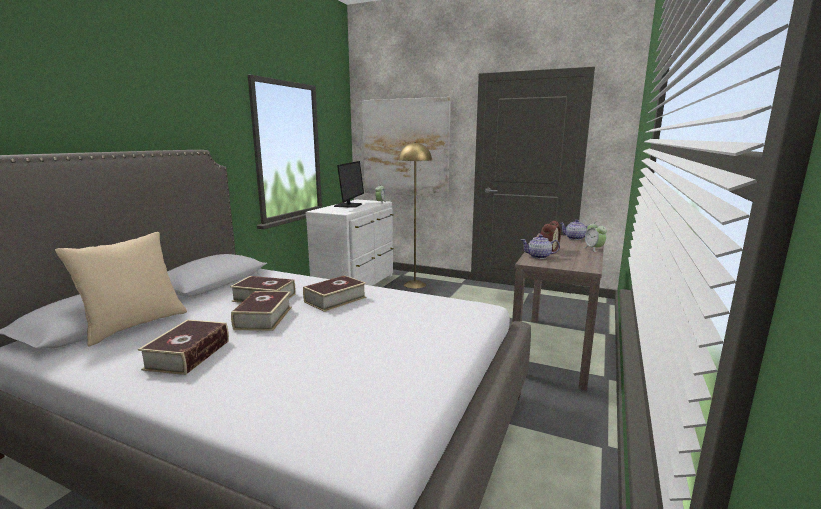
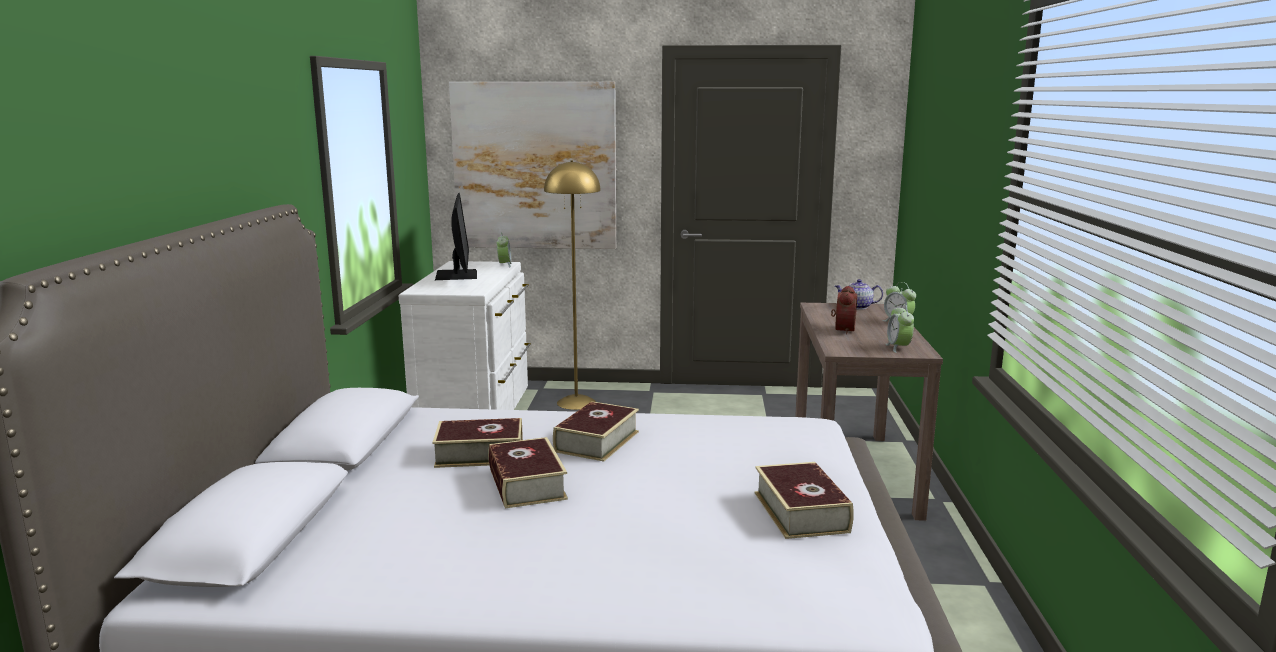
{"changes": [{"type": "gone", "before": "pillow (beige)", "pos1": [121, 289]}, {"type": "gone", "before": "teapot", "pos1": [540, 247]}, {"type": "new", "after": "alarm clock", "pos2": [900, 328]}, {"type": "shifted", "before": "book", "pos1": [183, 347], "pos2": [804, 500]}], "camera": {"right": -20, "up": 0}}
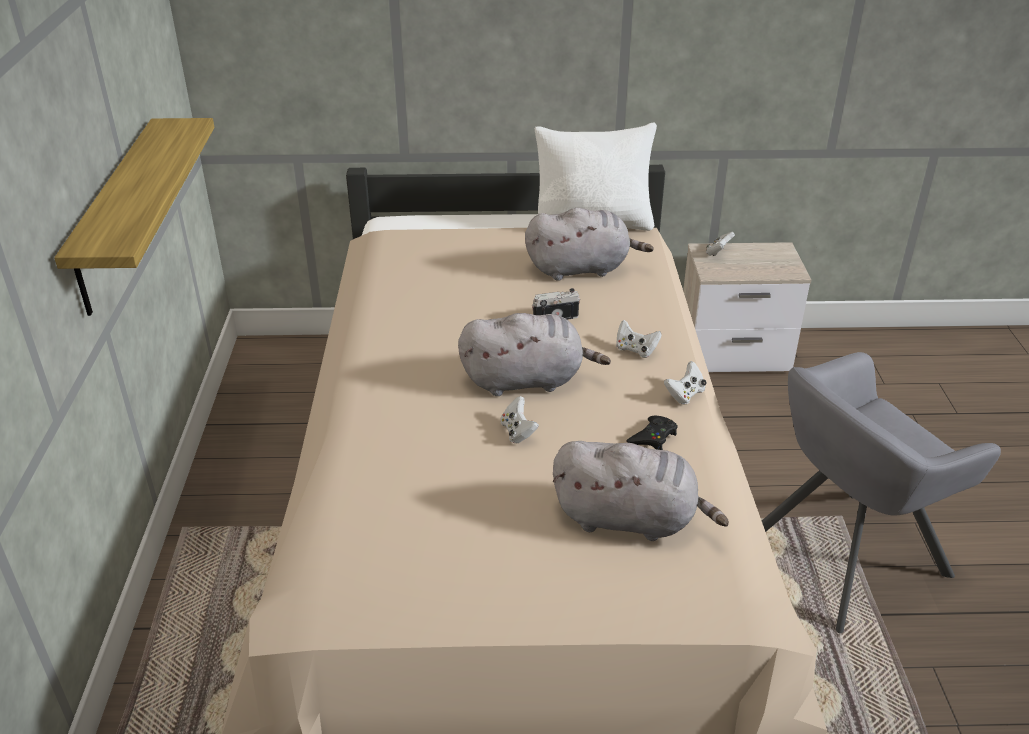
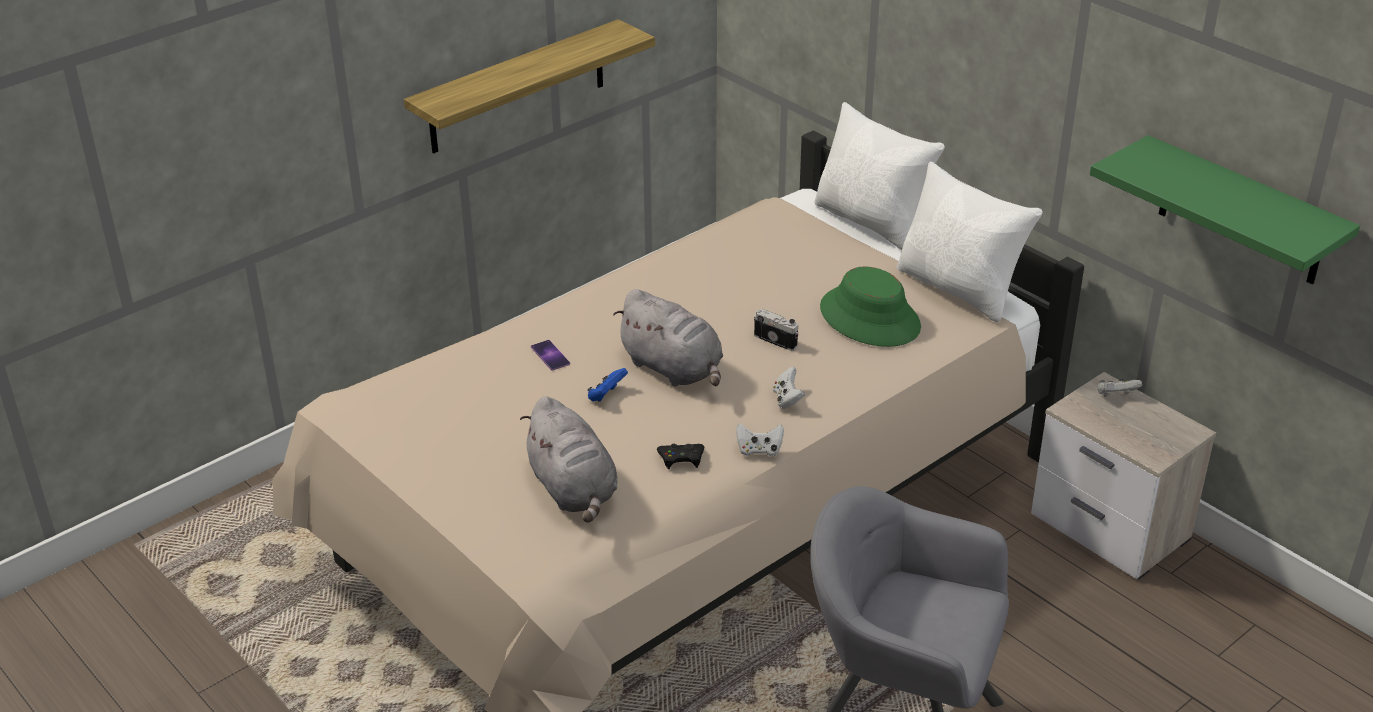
{"changes": [{"type": "new", "after": "phone", "pos2": [550, 355]}, {"type": "new", "after": "pillow (white)", "pos2": [879, 176]}, {"type": "new", "after": "shelf (green)", "pos2": [1225, 209]}, {"type": "swapped", "before": "plush toy (grey)", "after": "hat (green)", "pos1": [589, 244], "pos2": [870, 306]}, {"type": "repainted", "before": "game controller (white)", "after": "game controller (blue)", "pos1": [519, 419], "pos2": [607, 385]}], "camera": {"right": 50, "up": 0}}
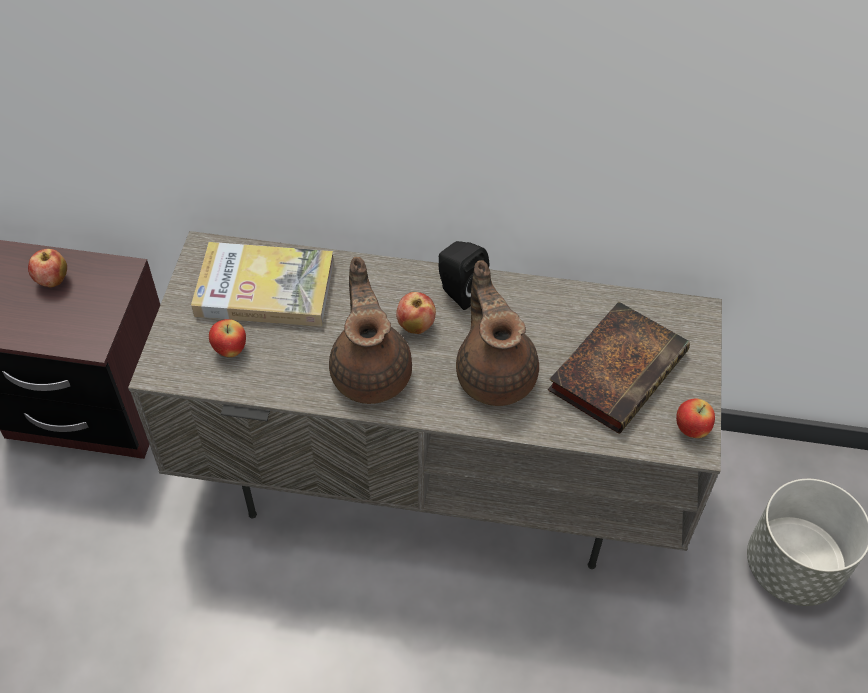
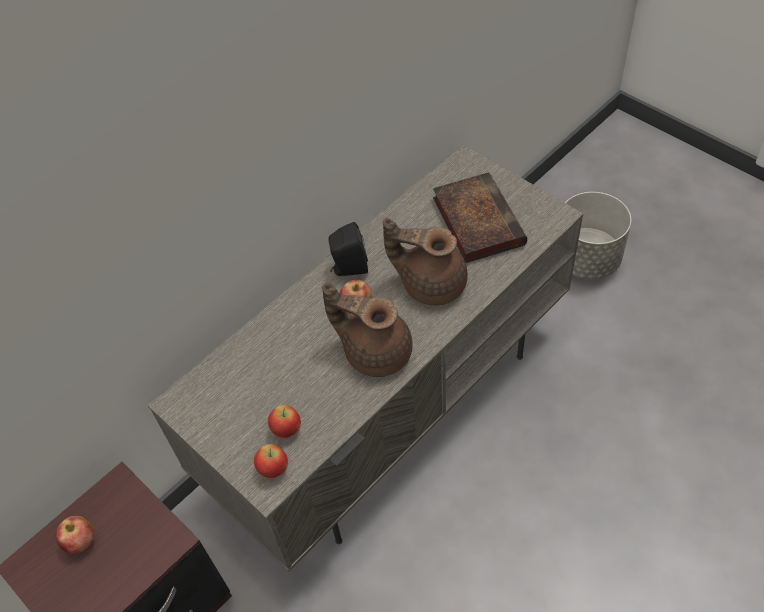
{"changes": [{"type": "gone", "before": "book", "pos1": [262, 284]}, {"type": "shifted", "before": "apple", "pos1": [695, 418], "pos2": [271, 461]}], "camera": {"right": -50, "up": 0}}
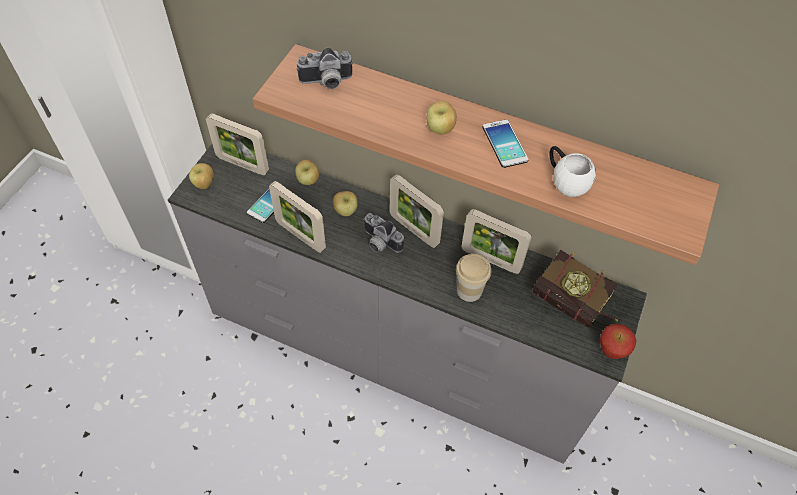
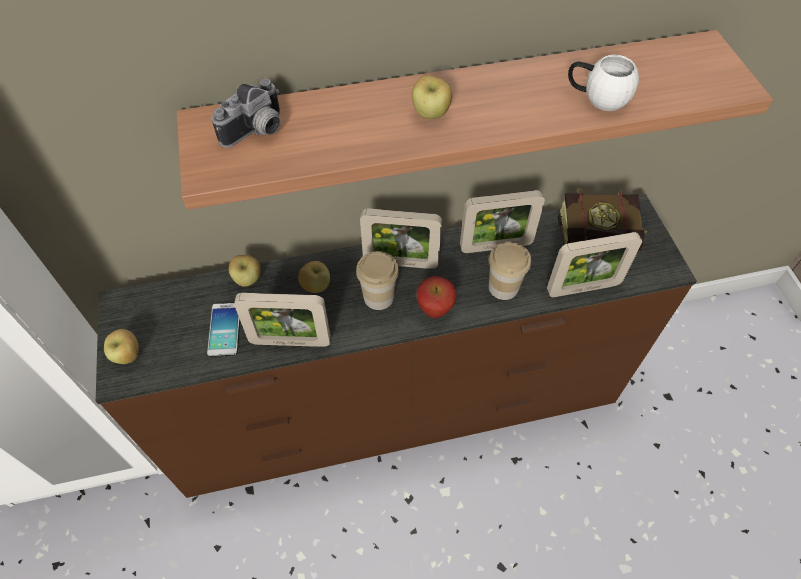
{"changes": [{"type": "gone", "before": "phone", "pos1": [505, 144]}, {"type": "shifted", "before": "picture frame", "pos1": [237, 144], "pos2": [594, 264]}, {"type": "shifted", "before": "apple", "pos1": [618, 341], "pos2": [436, 297]}, {"type": "swapped", "before": "photo camera", "after": "cup", "pos1": [383, 233], "pos2": [377, 280]}, {"type": "repainted", "before": "dresser (grey)", "after": "dresser (brown)", "pos1": [408, 304], "pos2": [396, 345]}], "camera": {"right": -35, "up": 0}}
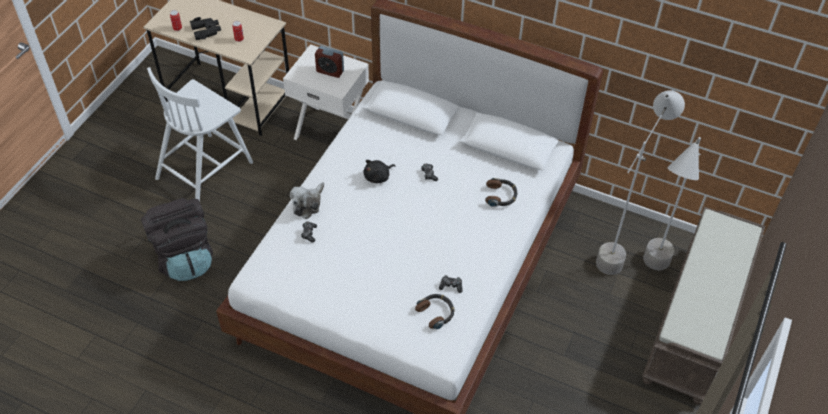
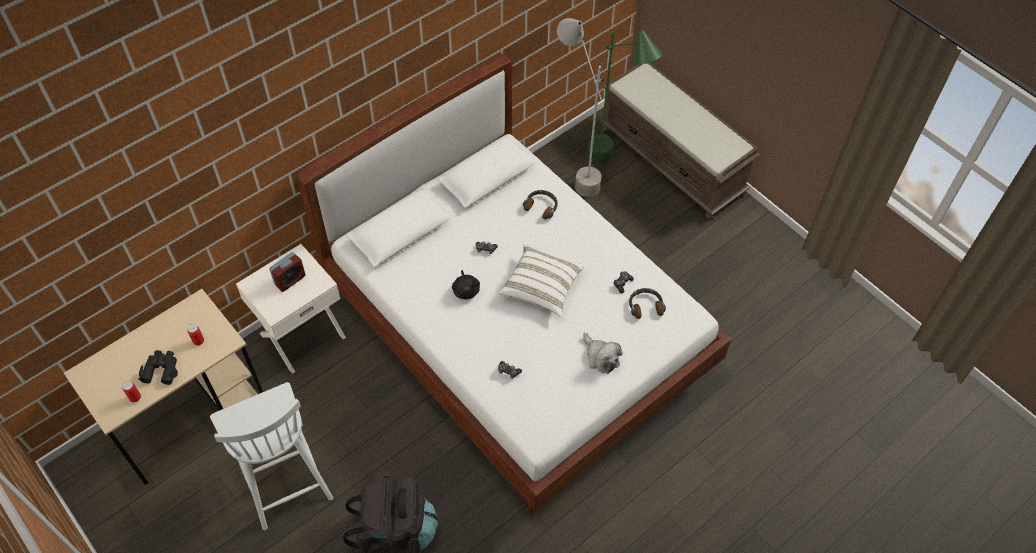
{"changes": [{"type": "new", "after": "pillow (white)", "pos2": [542, 280]}, {"type": "shifted", "before": "plush toy", "pos1": [307, 200], "pos2": [603, 353]}, {"type": "repainted", "before": "floor lamp (grey)", "after": "floor lamp (green)", "pos1": [672, 203], "pos2": [624, 95]}], "camera": {"right": -65, "up": 5}}
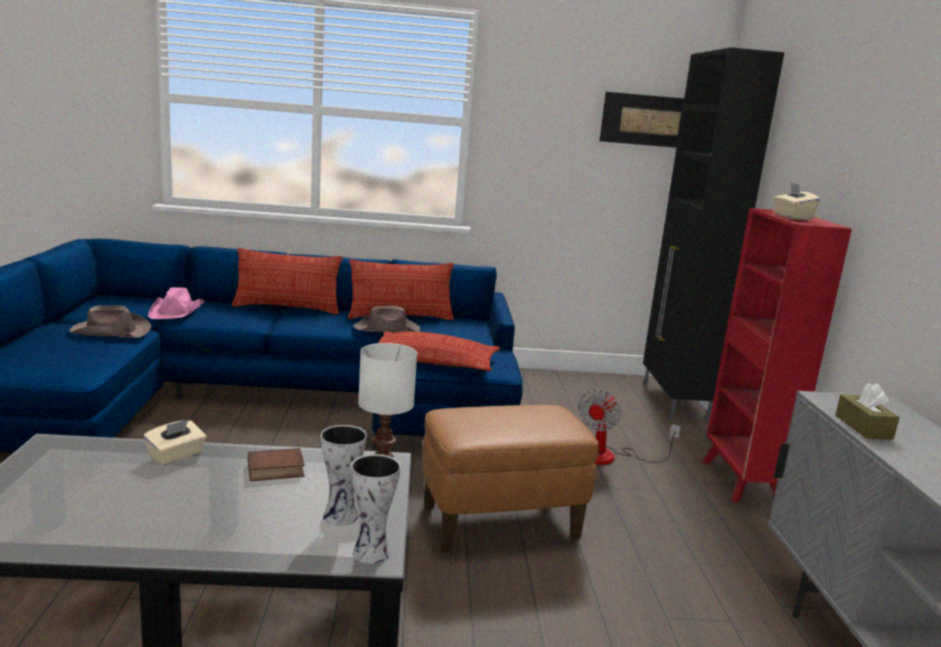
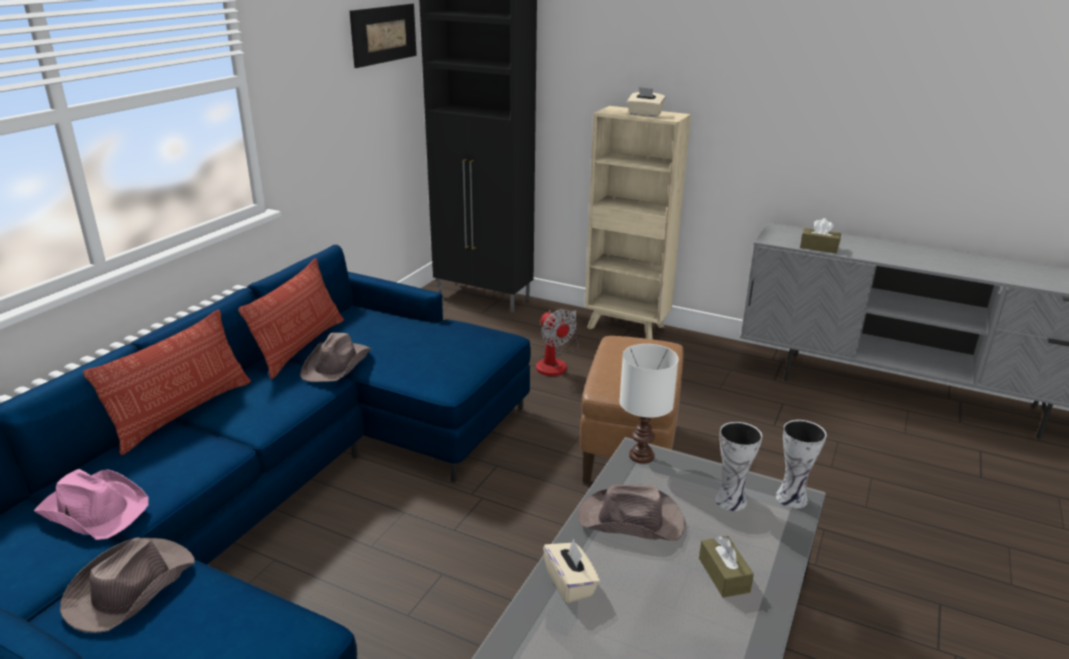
{"changes": [{"type": "gone", "before": "pillow", "pos1": [439, 351]}, {"type": "new", "after": "tissue box (brown)", "pos2": [726, 567]}, {"type": "swapped", "before": "book", "after": "hat (brown)", "pos1": [276, 464], "pos2": [631, 513]}, {"type": "repainted", "before": "bookcase (red)", "after": "bookcase (beige)", "pos1": [777, 355], "pos2": [638, 222]}], "camera": {"right": -60, "up": 10}}
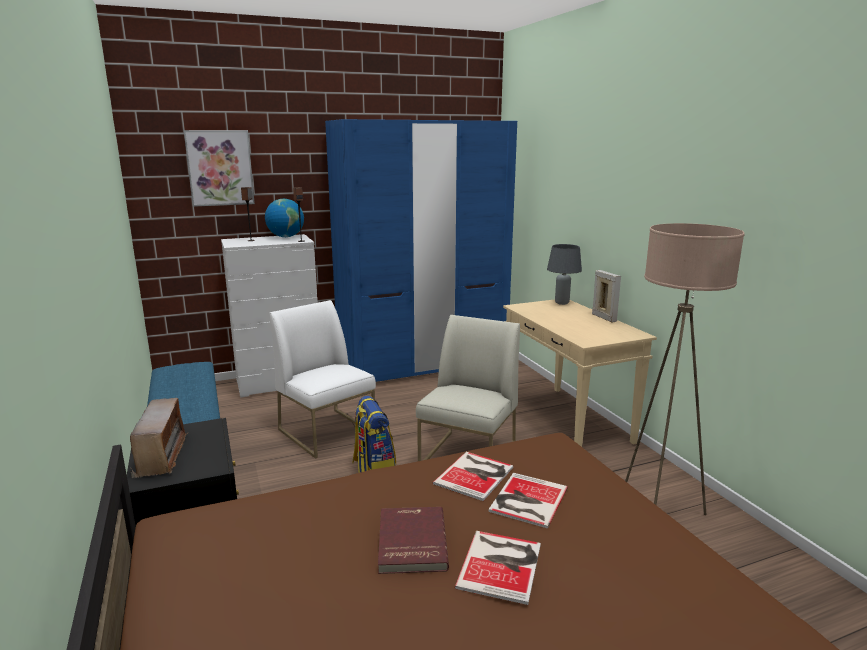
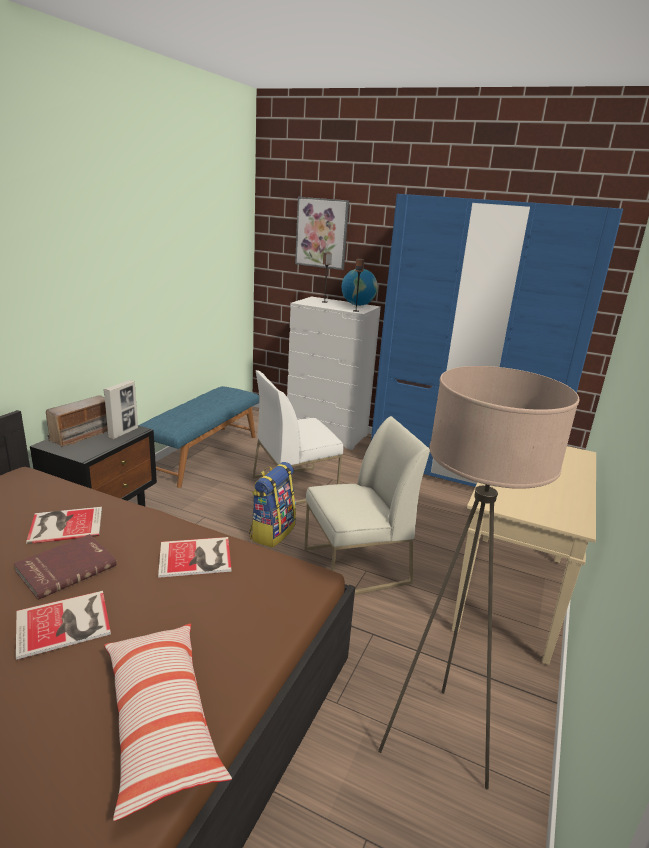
{"changes": [{"type": "gone", "before": "table lamp (grey)", "pos1": [564, 274]}, {"type": "new", "after": "pillow", "pos2": [168, 722]}, {"type": "shifted", "before": "book", "pos1": [528, 500], "pos2": [64, 525]}, {"type": "shifted", "before": "picture frame", "pos1": [606, 296], "pos2": [121, 409]}, {"type": "rotated", "before": "chair (white)", "pos1": [323, 379], "pos2": [297, 437], "turn": -120}], "camera": {"right": 45, "up": 5}}
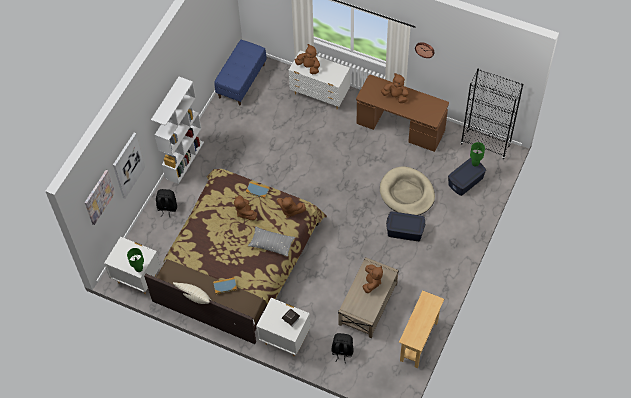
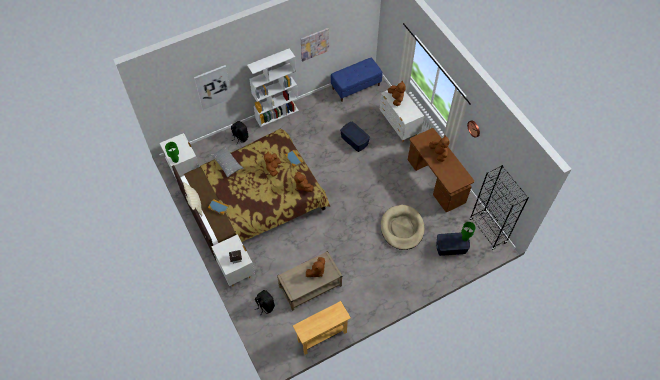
{"changes": [{"type": "shifted", "before": "picture", "pos1": [100, 197], "pos2": [315, 45]}, {"type": "shifted", "before": "pillow (grey)", "pos1": [271, 242], "pos2": [226, 161]}, {"type": "shifted", "before": "storage box (blue)", "pos1": [405, 226], "pos2": [355, 137]}], "camera": {"right": 35, "up": 0}}
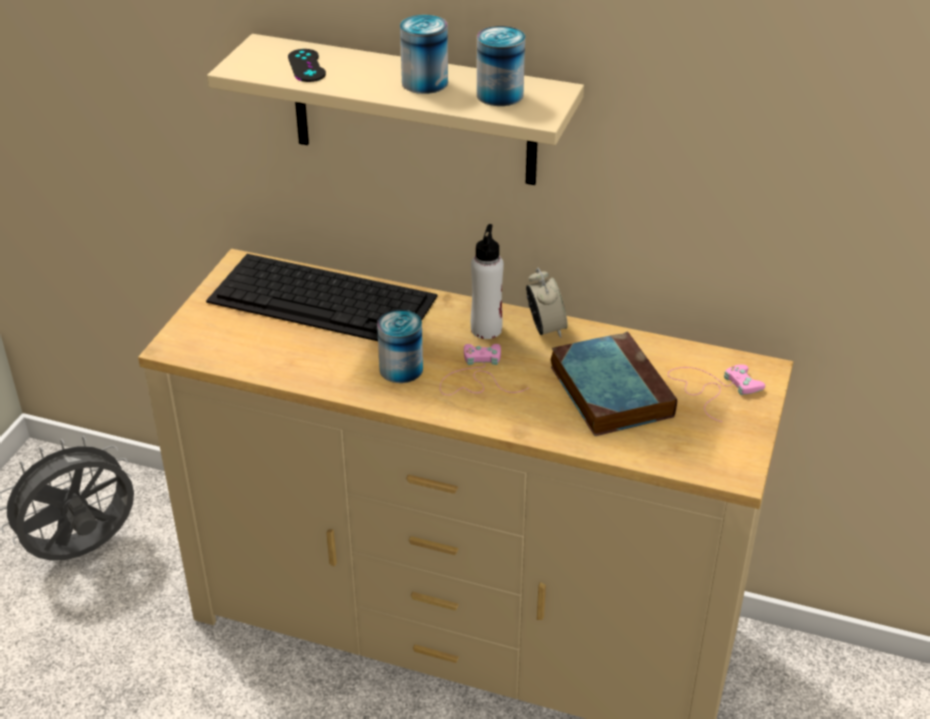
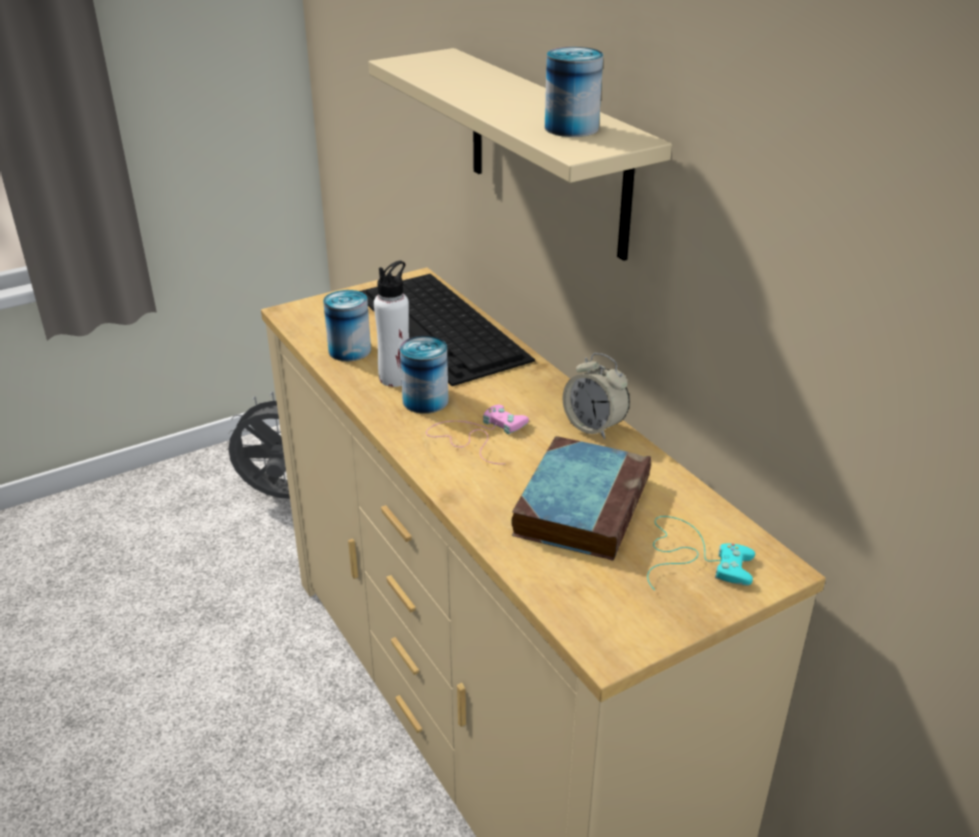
{"changes": [{"type": "gone", "before": "game controller (black)", "pos1": [307, 65]}, {"type": "shifted", "before": "can", "pos1": [424, 54], "pos2": [347, 325]}, {"type": "shifted", "before": "bottle (white)", "pos1": [487, 281], "pos2": [391, 324]}, {"type": "repainted", "before": "game controller (pink)", "after": "game controller (turquoise)", "pos1": [716, 393], "pos2": [701, 553]}, {"type": "rotated", "before": "alarm clock", "pos1": [547, 303], "pos2": [596, 396], "turn": 105}], "camera": {"right": 40, "up": -5}}
